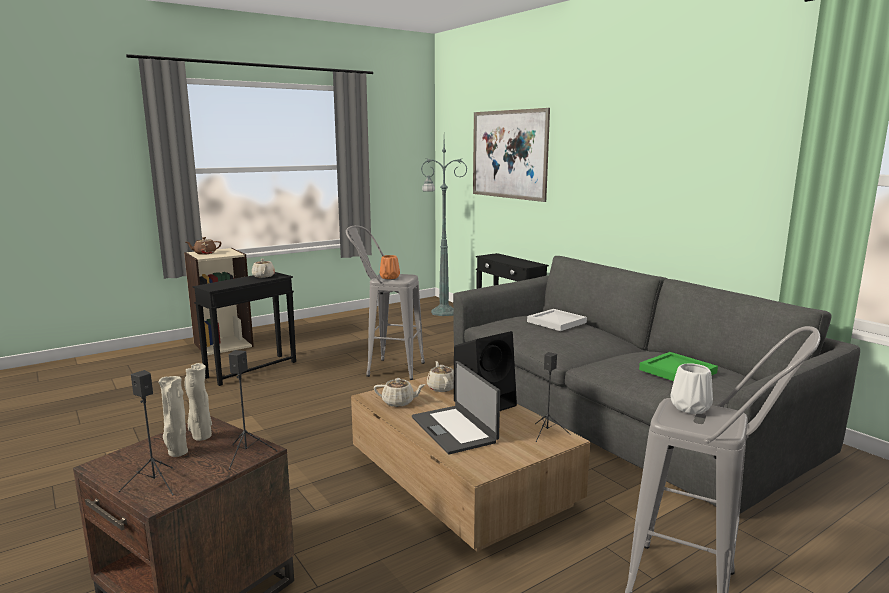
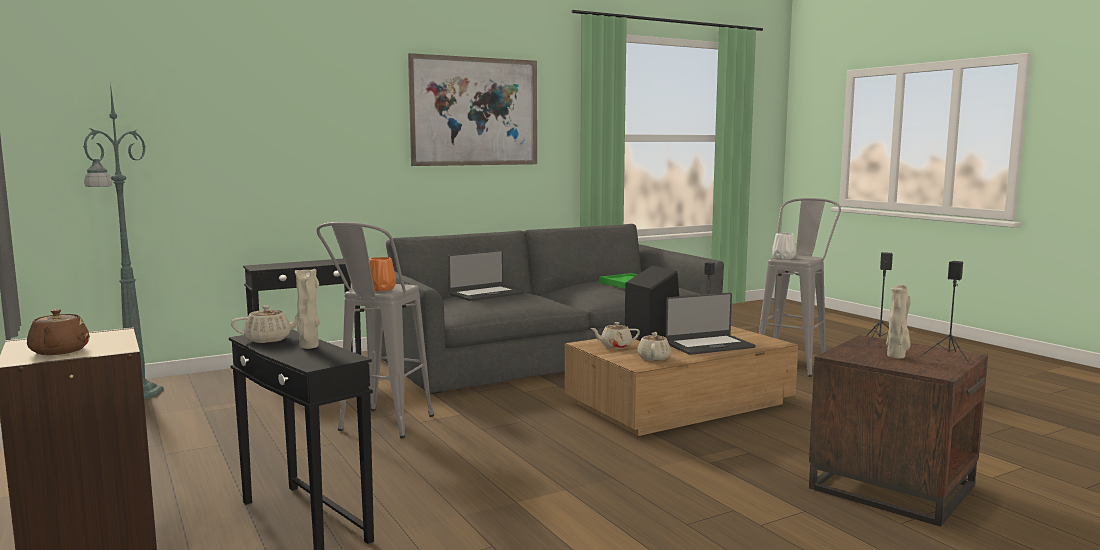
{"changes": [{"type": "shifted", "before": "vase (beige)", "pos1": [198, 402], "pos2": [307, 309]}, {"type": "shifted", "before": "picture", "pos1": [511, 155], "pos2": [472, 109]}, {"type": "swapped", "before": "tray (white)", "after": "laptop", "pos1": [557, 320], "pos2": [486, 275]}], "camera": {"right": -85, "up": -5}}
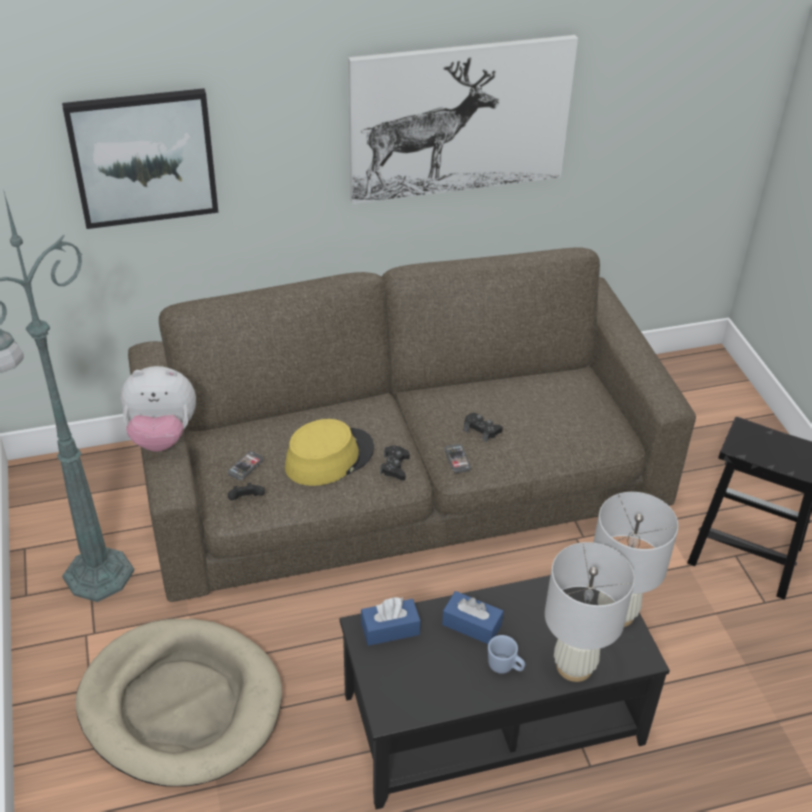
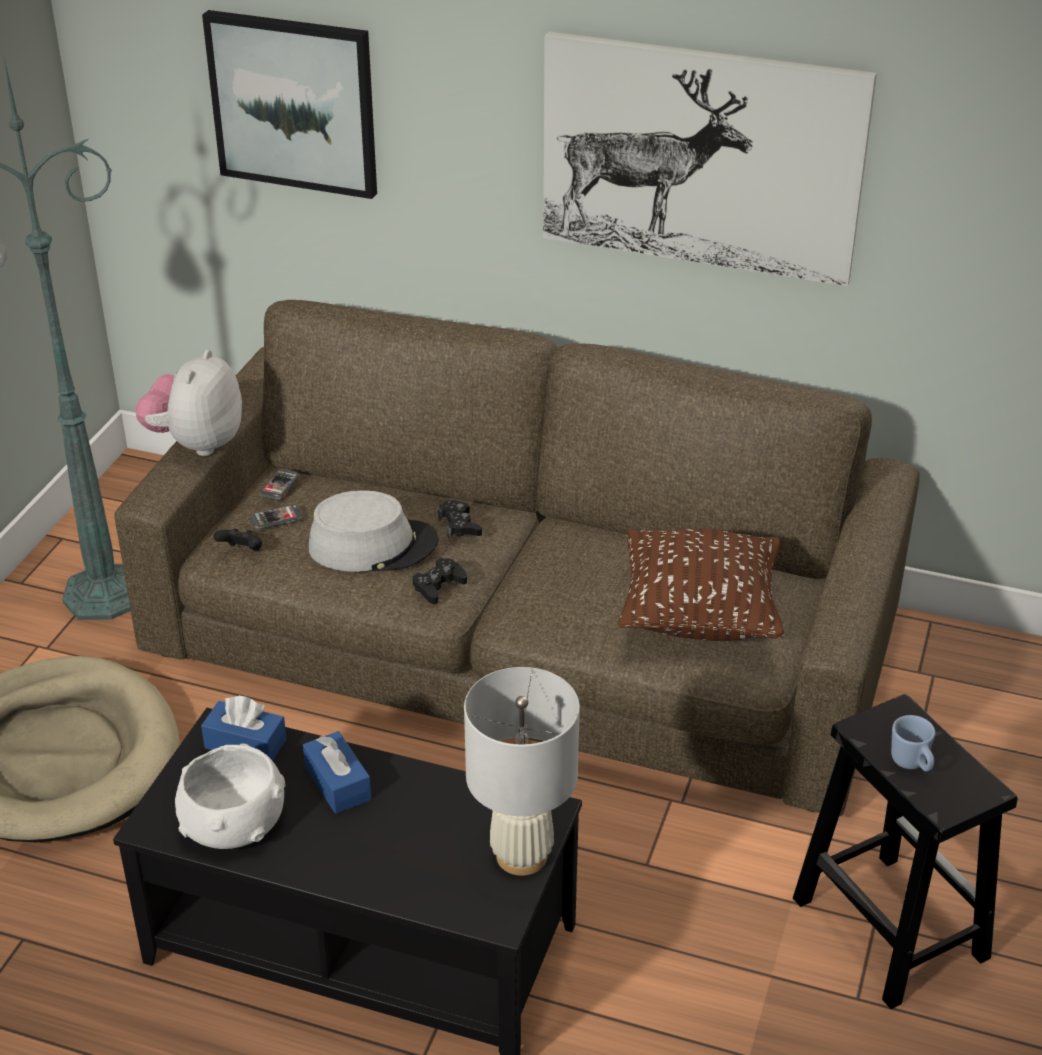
{"changes": [{"type": "gone", "before": "table lamp (white)", "pos1": [590, 612]}, {"type": "new", "after": "bowl (white)", "pos2": [230, 796]}, {"type": "new", "after": "pillow (brown)", "pos2": [701, 584]}, {"type": "shifted", "before": "phone", "pos1": [457, 458], "pos2": [279, 485]}, {"type": "shifted", "before": "game controller (black)", "pos1": [483, 427], "pos2": [460, 519]}, {"type": "shifted", "before": "mug (blue)", "pos1": [506, 654], "pos2": [913, 743]}, {"type": "repainted", "before": "hat (yellow)", "after": "hat (grey)", "pos1": [329, 452], "pos2": [373, 531]}, {"type": "rotated", "before": "plush toy", "pos1": [158, 409], "pos2": [188, 403], "turn": 75}], "camera": {"right": 35, "up": -5}}
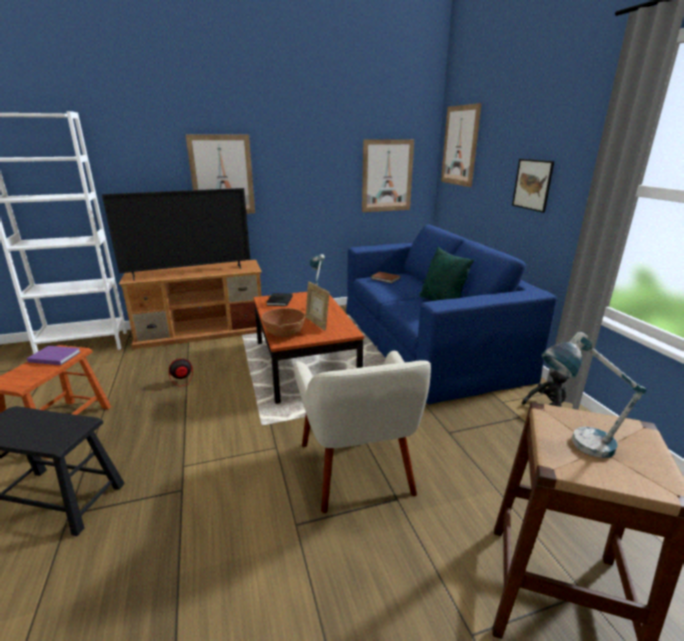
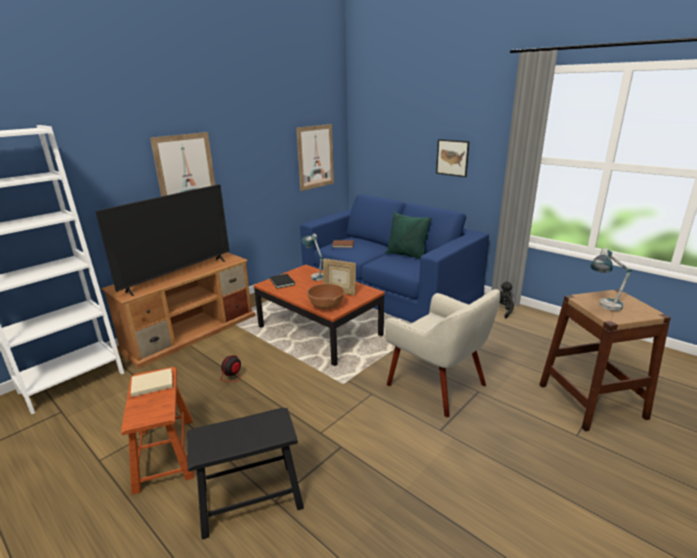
{"changes": [{"type": "gone", "before": "picture", "pos1": [461, 145]}, {"type": "repainted", "before": "book (purple)", "after": "book (beige)", "pos1": [54, 355], "pos2": [152, 382]}], "camera": {"right": -30, "up": 0}}
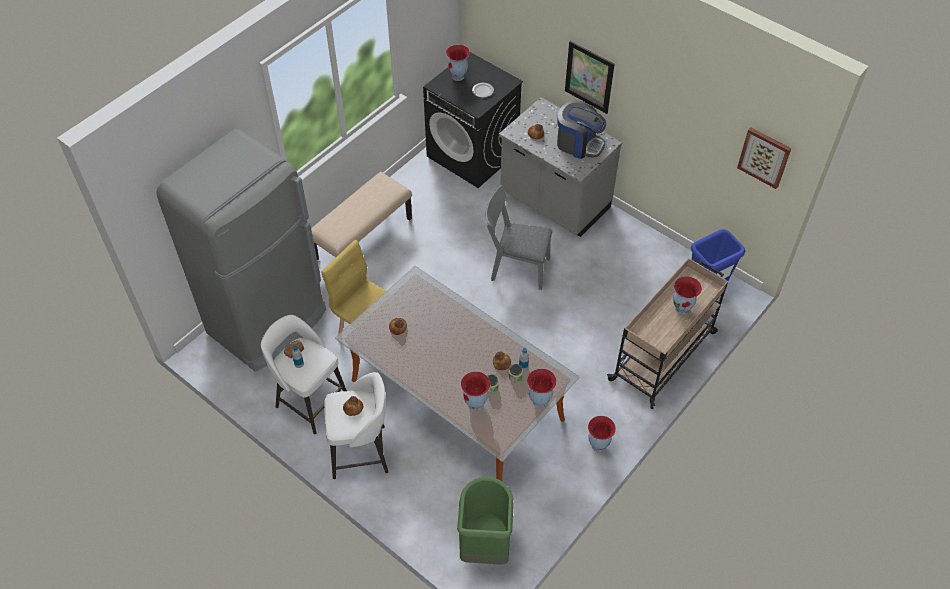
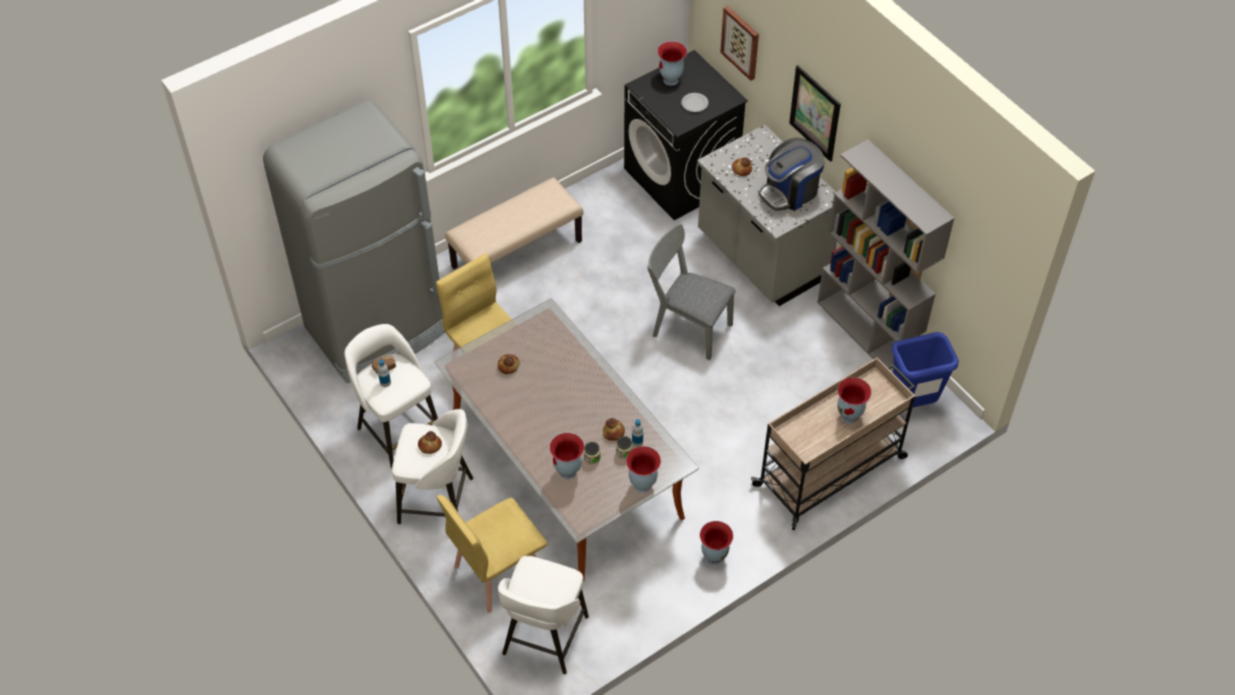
{"changes": [{"type": "new", "after": "chair (yellow)", "pos2": [492, 554]}, {"type": "new", "after": "bookcase (grey)", "pos2": [885, 256]}, {"type": "shifted", "before": "picture", "pos1": [764, 158], "pos2": [739, 43]}, {"type": "swapped", "before": "trash can (green)", "after": "stool (white)", "pos1": [485, 521], "pos2": [543, 615]}, {"type": "rotated", "before": "coffee machine", "pos1": [581, 129], "pos2": [792, 174], "turn": 105}], "camera": {"right": 15, "up": 0}}
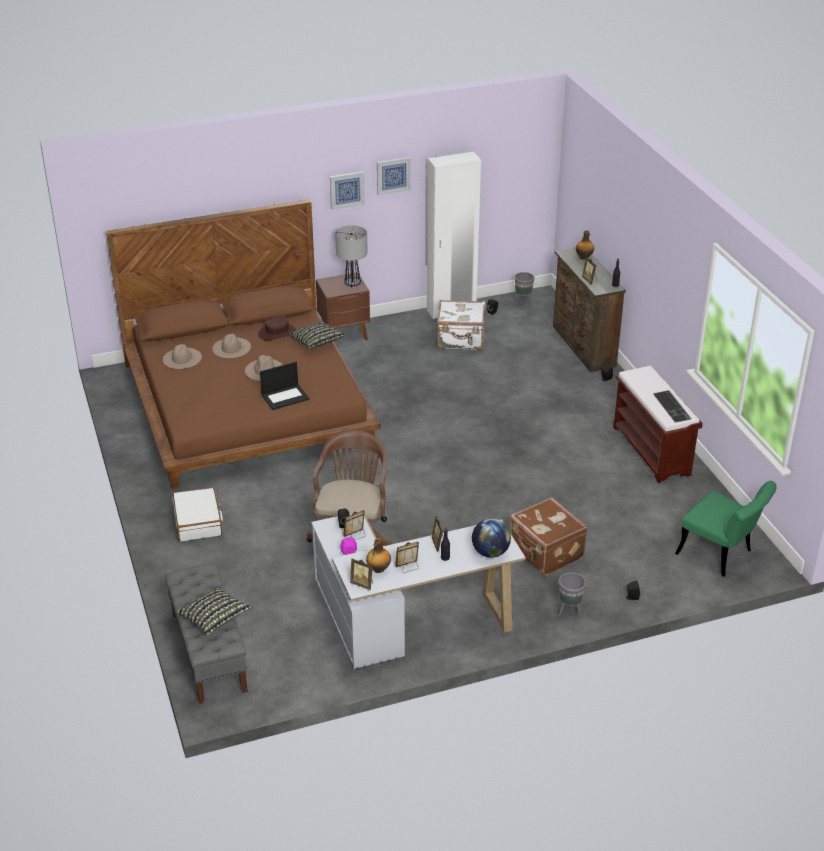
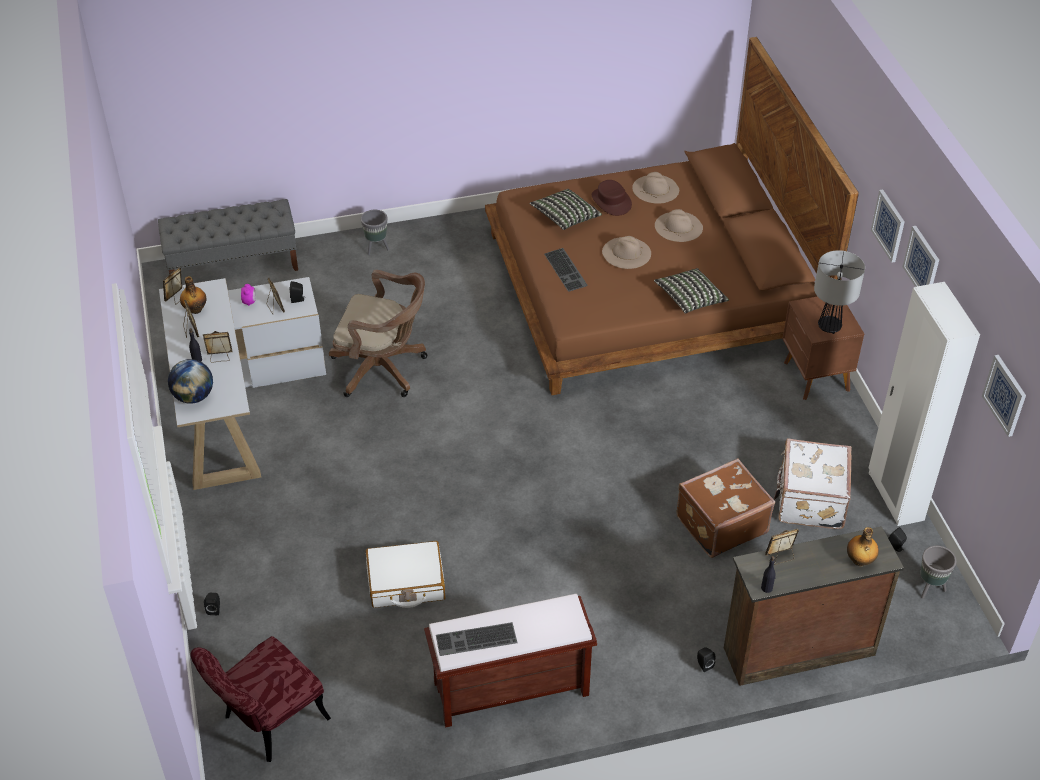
{"changes": [{"type": "new", "after": "picture", "pos2": [1004, 396]}, {"type": "shifted", "before": "suitcase (white)", "pos1": [197, 514], "pos2": [405, 574]}, {"type": "shifted", "before": "pillow", "pos1": [214, 611], "pos2": [565, 209]}, {"type": "shifted", "before": "hat (brown)", "pos1": [277, 328], "pos2": [612, 198]}, {"type": "shifted", "before": "suitcase (brown)", "pos1": [549, 536], "pos2": [725, 508]}, {"type": "shifted", "before": "planter (grey)", "pos1": [572, 595], "pos2": [375, 232]}, {"type": "swapped", "before": "laptop", "after": "keyboard", "pos1": [284, 386], "pos2": [566, 270]}, {"type": "repainted", "before": "chair (green)", "after": "chair (red)", "pos1": [725, 529], "pos2": [260, 699]}], "camera": {"right": 95, "up": 10}}
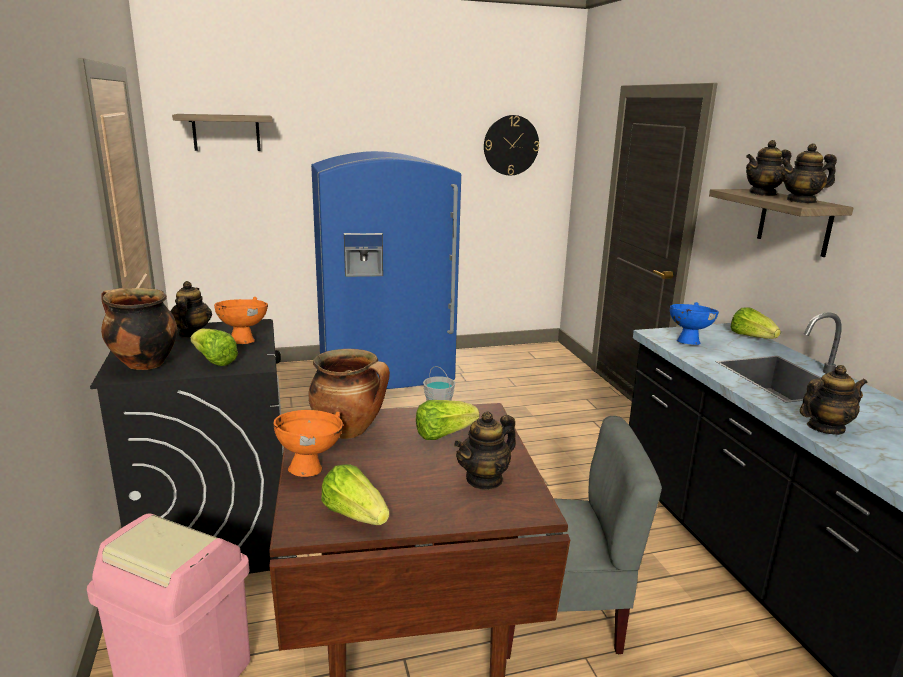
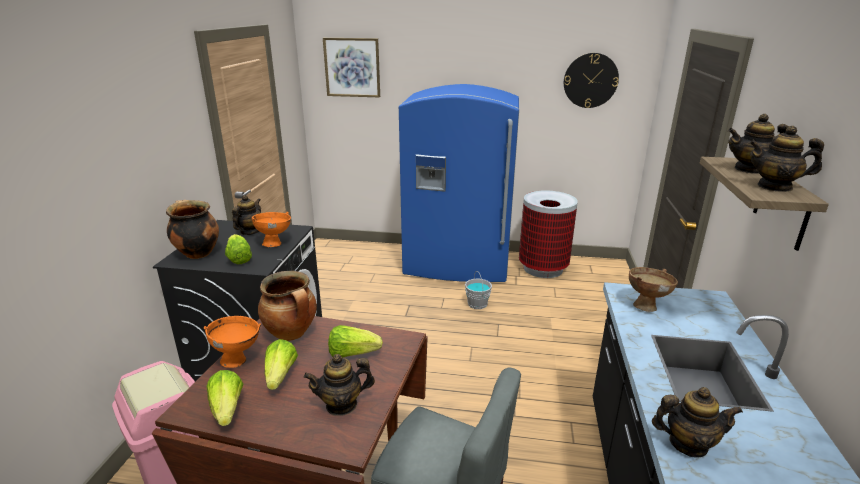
{"changes": [{"type": "new", "after": "trash can", "pos2": [548, 234]}, {"type": "shifted", "before": "lettuce", "pos1": [756, 323], "pos2": [281, 364]}, {"type": "swapped", "before": "shelf", "after": "picture", "pos1": [222, 132], "pos2": [351, 67]}, {"type": "repainted", "before": "bowl (blue)", "after": "bowl (brown)", "pos1": [694, 323], "pos2": [653, 289]}], "camera": {"right": 25, "up": 5}}
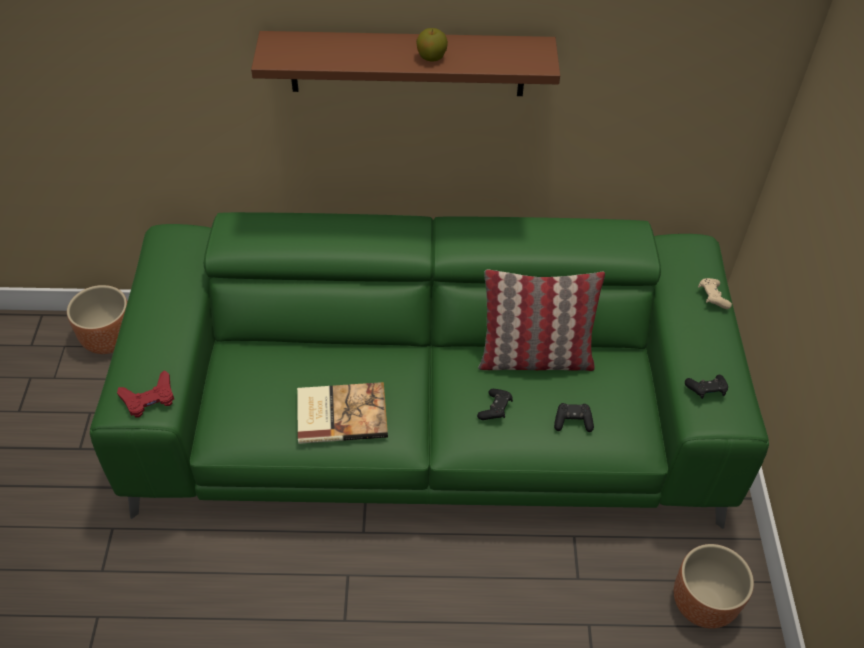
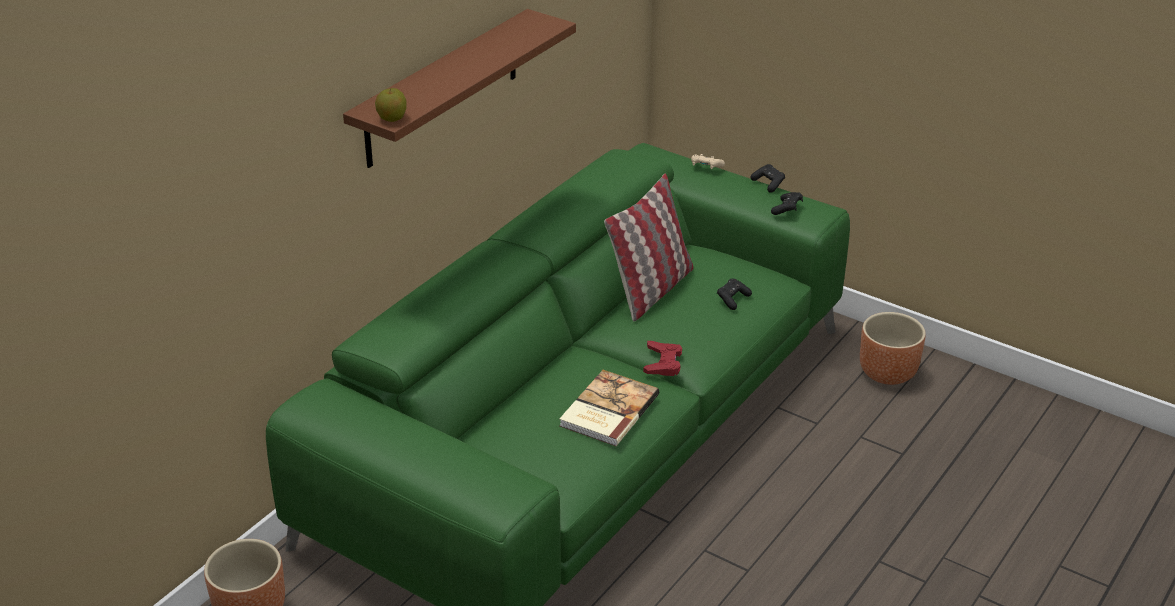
{"changes": [{"type": "shifted", "before": "game controller (red)", "pos1": [145, 394], "pos2": [662, 358]}, {"type": "shifted", "before": "apple", "pos1": [432, 45], "pos2": [391, 105]}, {"type": "shifted", "before": "game controller (black)", "pos1": [495, 404], "pos2": [767, 178]}], "camera": {"right": -55, "up": -15}}
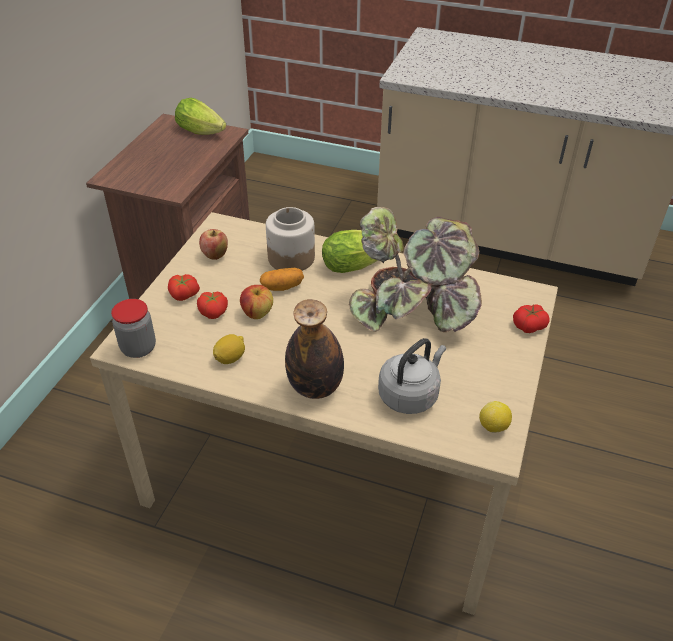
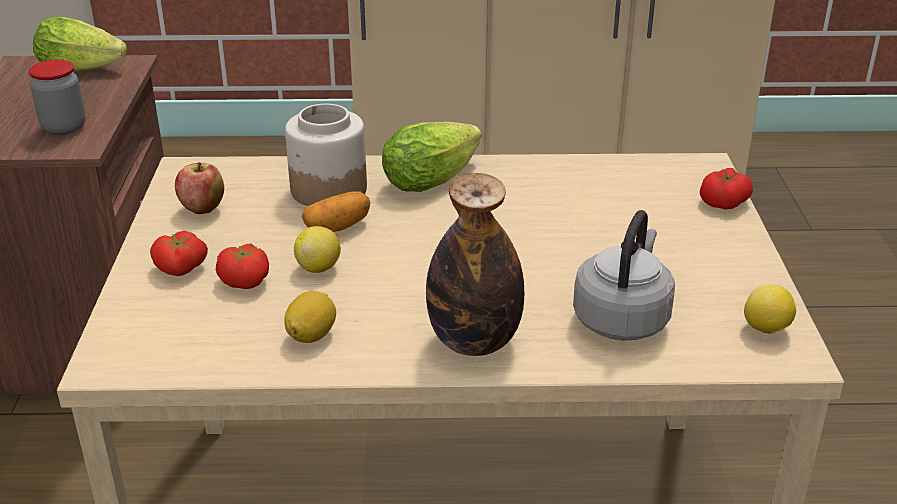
{"changes": [{"type": "gone", "before": "potted plant", "pos1": [415, 269]}, {"type": "shifted", "before": "jar", "pos1": [133, 328], "pos2": [57, 97]}, {"type": "swapped", "before": "apple", "after": "lemon", "pos1": [256, 302], "pos2": [317, 249]}], "camera": {"right": -20, "up": -10}}
